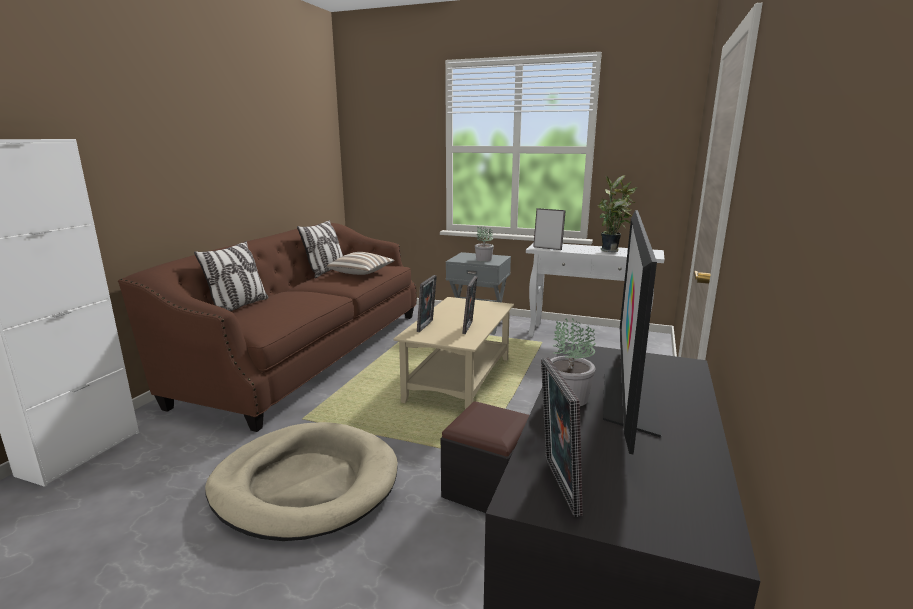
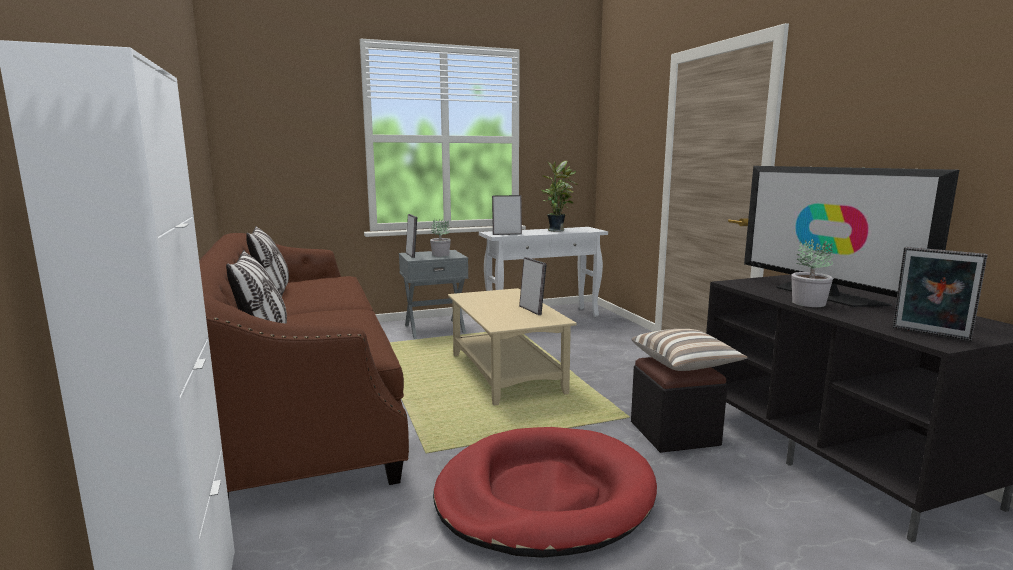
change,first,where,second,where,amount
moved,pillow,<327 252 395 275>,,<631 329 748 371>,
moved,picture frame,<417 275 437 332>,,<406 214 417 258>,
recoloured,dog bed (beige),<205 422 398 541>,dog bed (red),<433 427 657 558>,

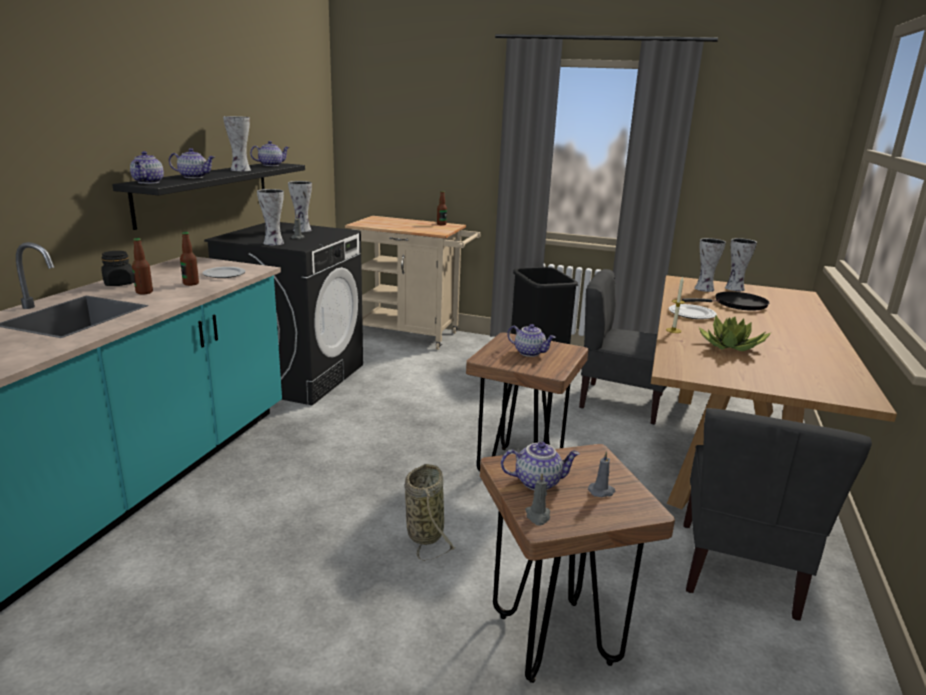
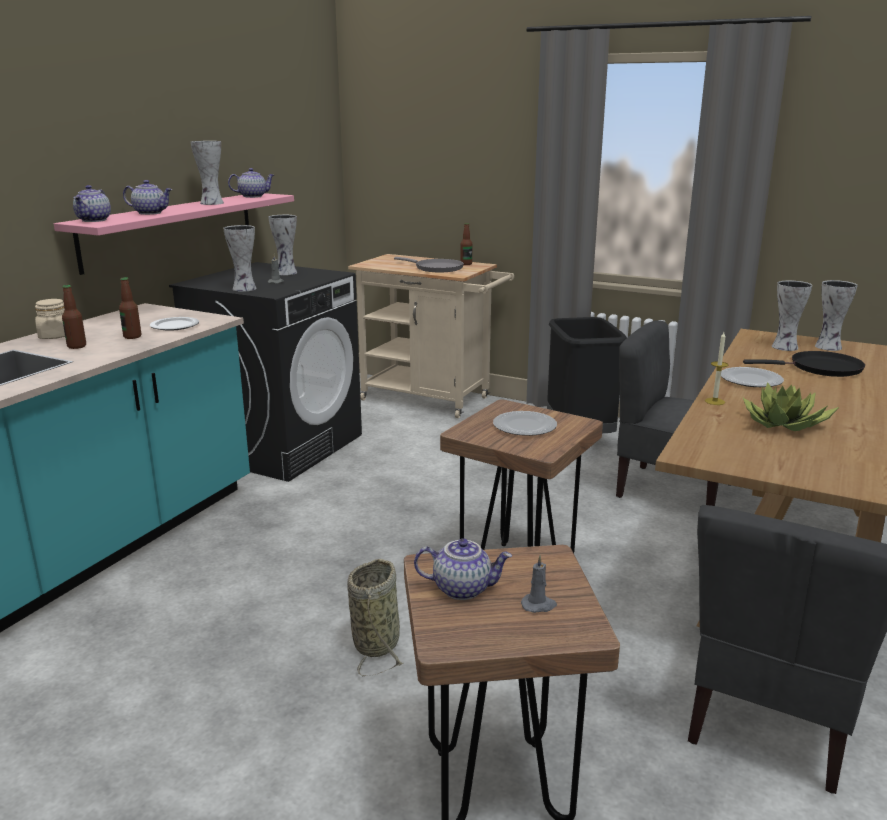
change,first,where,second,where,amount
removed,candle (grey),<525 473 550 525>,,,
added,,,frying pan (grey),<394 257 464 272>,
replaced,teapot,<507 324 556 357>,plate,<493 411 557 436>,
recoloured,jar (black),<101 251 134 286>,jar (beige),<35 299 65 339>,
recoloured,shelf (black),<112 163 305 230>,shelf (pink),<54 193 294 275>,

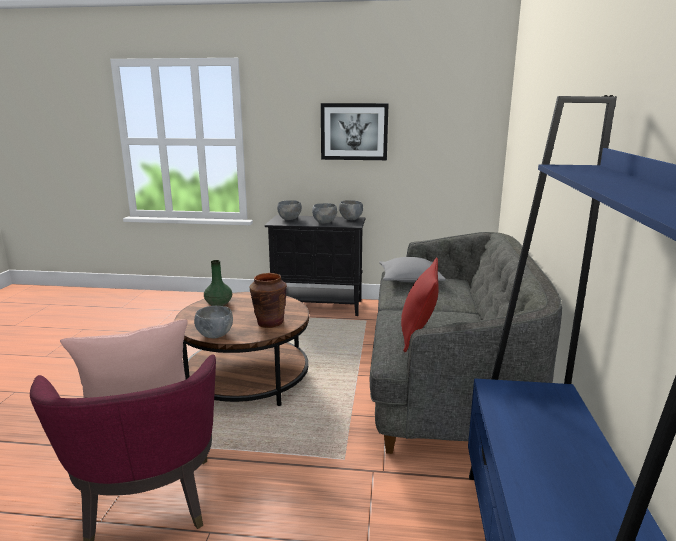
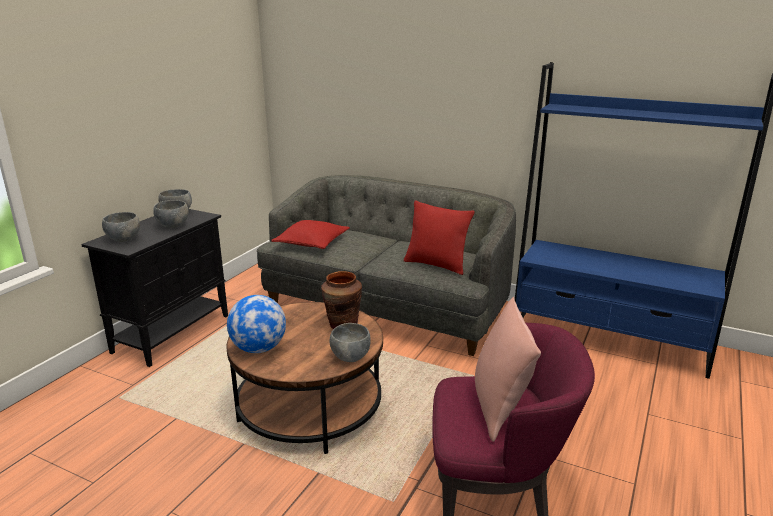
change,first,where,second,where,amount
removed,picture,<321 103 389 160>,,,
replaced,vase (green),<204 260 232 306>,globe,<227 295 286 353>,
recoloured,pillow (grey),<379 257 446 282>,pillow (red),<271 220 350 249>,

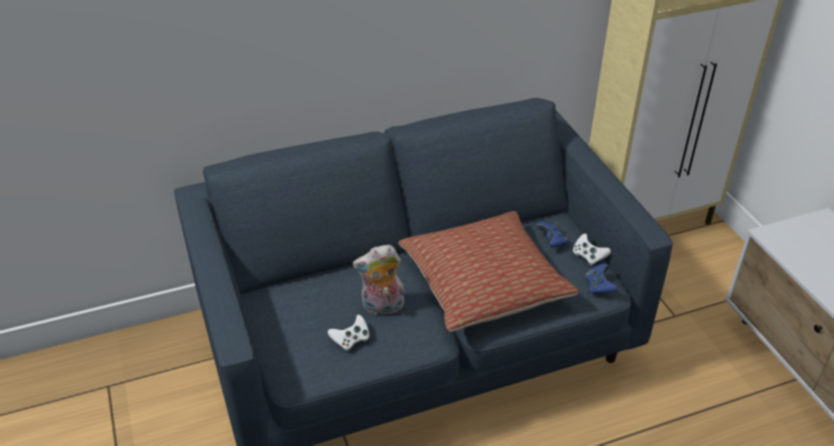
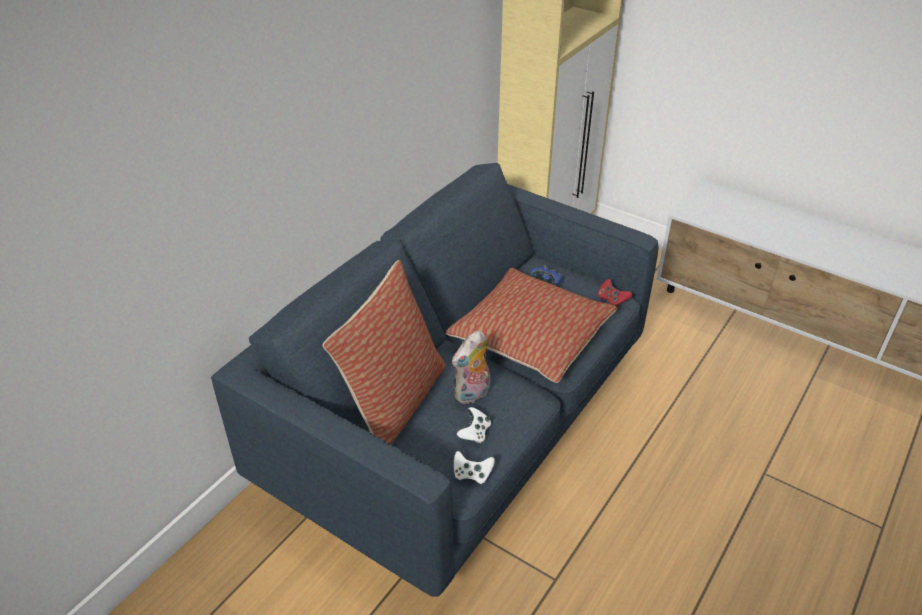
change,first,where,second,where,amount
added,,,pillow,<323 260 446 445>,
moved,game controller (white),<573 233 611 266>,,<454 451 495 484>,
recoloured,game controller (blue),<585 264 618 295>,game controller (red),<598 279 633 306>,

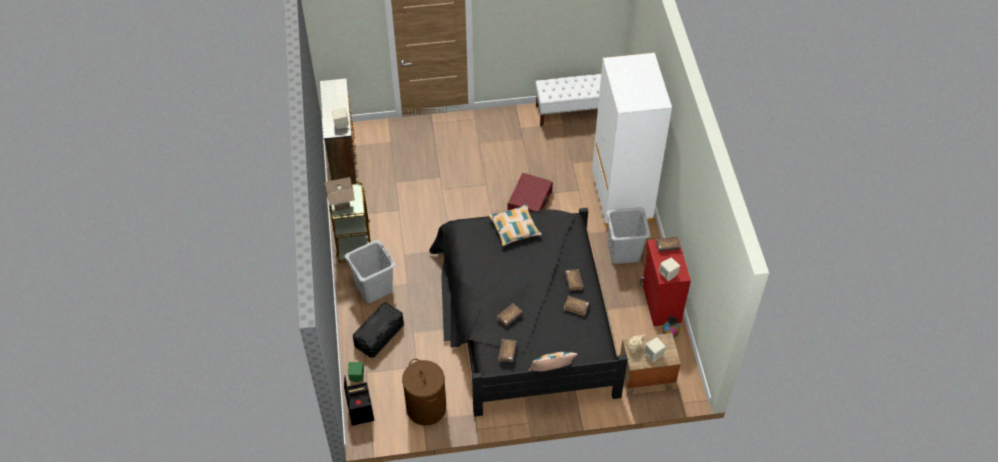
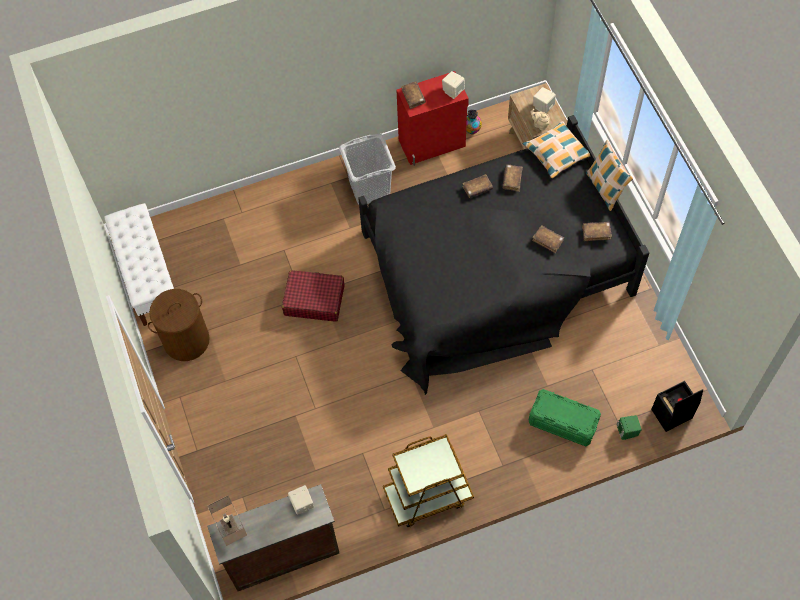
change,first,where,second,where,amount
removed,laundry basket (grey),<345 240 396 303>,,,
removed,wardrobe (white),<592 53 672 226>,,,
moved,table lamp (beige),<325 177 355 211>,,<207 496 247 546>,
moved,laundry basket (brown),<402 359 446 425>,,<148 289 210 361>,
moved,pillow,<489 204 542 246>,,<523 121 590 178>,
recoloured,storage box (black),<353 303 404 358>,storage box (green),<529 389 601 447>,

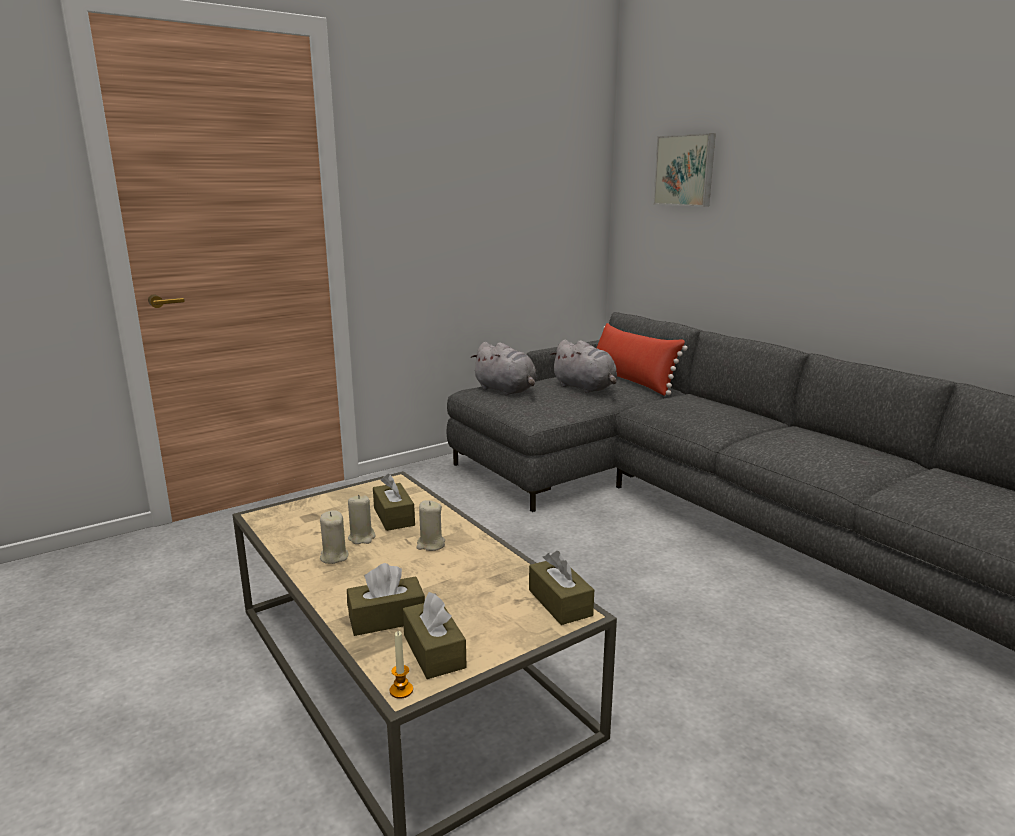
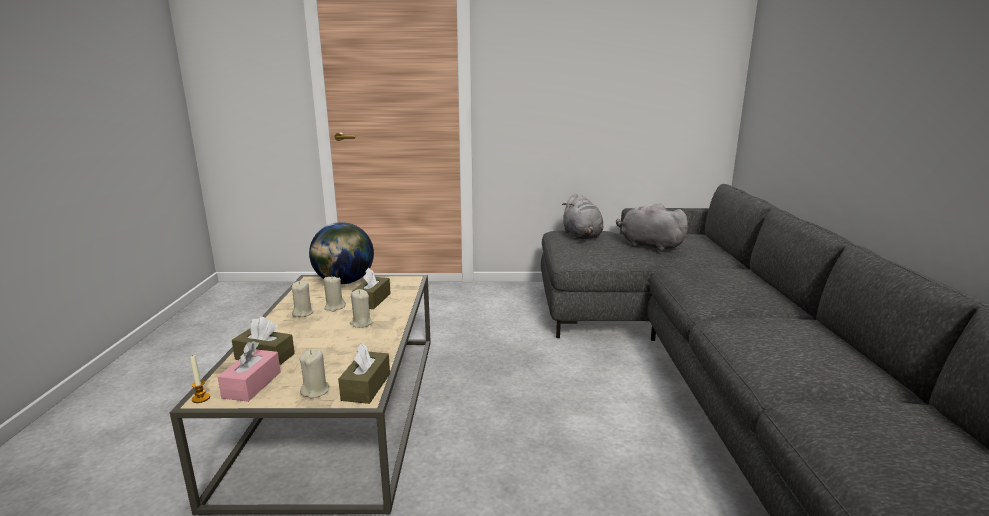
change,first,where,second,where,amount
removed,pillow (red),<597 323 688 396>,,,
removed,picture,<653 133 716 207>,,,
added,,,candle (beige),<300 349 329 398>,
added,,,globe,<309 222 374 284>,
recoloured,tissue box (brown),<403 592 467 679>,tissue box (pink),<218 341 281 402>,
turned,plush toy (grey),<550 340 617 393>,,<616 203 690 252>,135 degrees clockwise

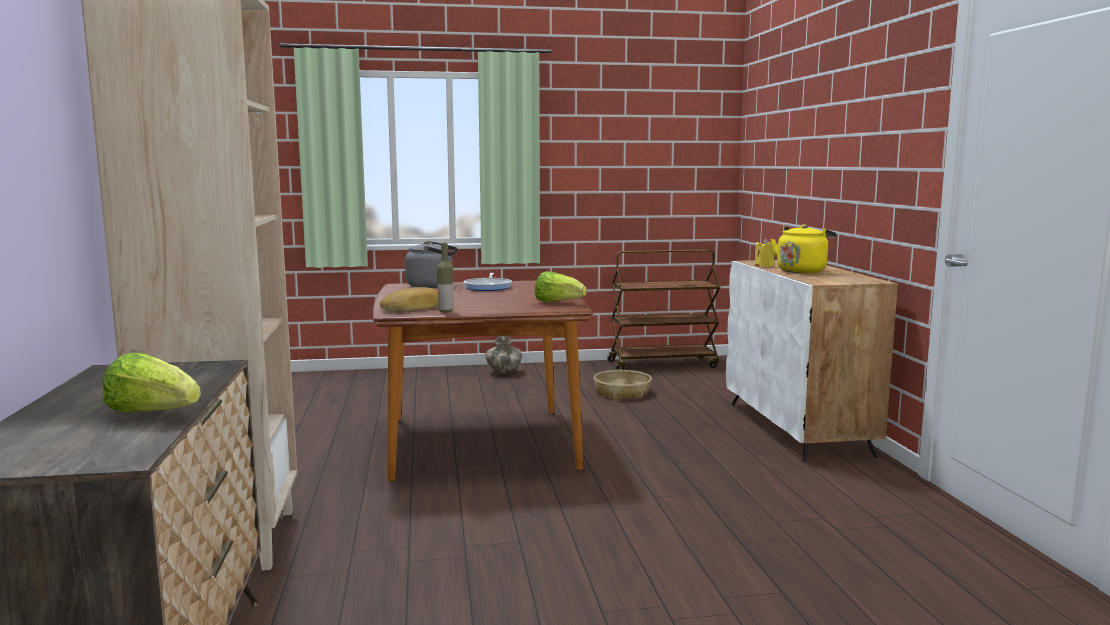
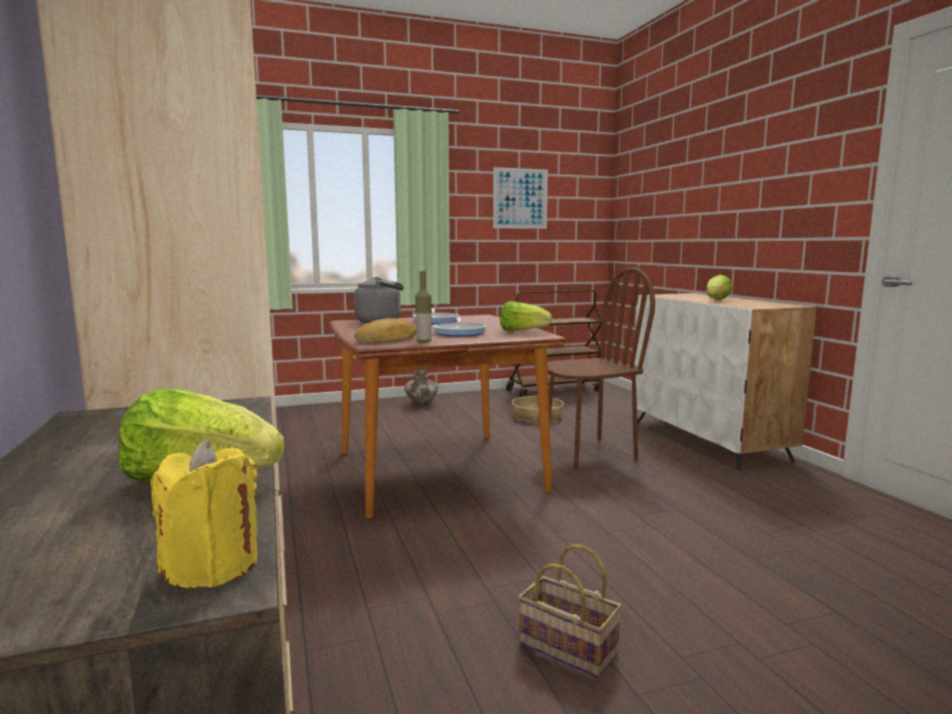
change,first,where,second,where,amount
added,,,frying pan,<433 317 486 337>,
added,,,picture,<493 167 548 229>,
added,,,basket,<518 544 622 678>,
added,,,chair (brown),<547 267 655 469>,
moved,candle (yellow),<755 238 775 267>,,<151 439 258 588>,
replaced,kettle (yellow),<771 224 836 274>,lettuce,<706 275 733 300>,

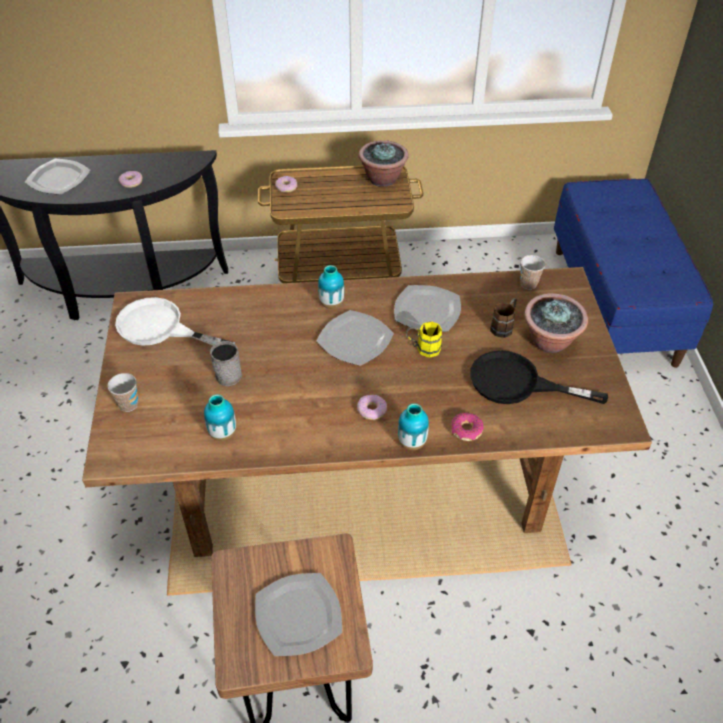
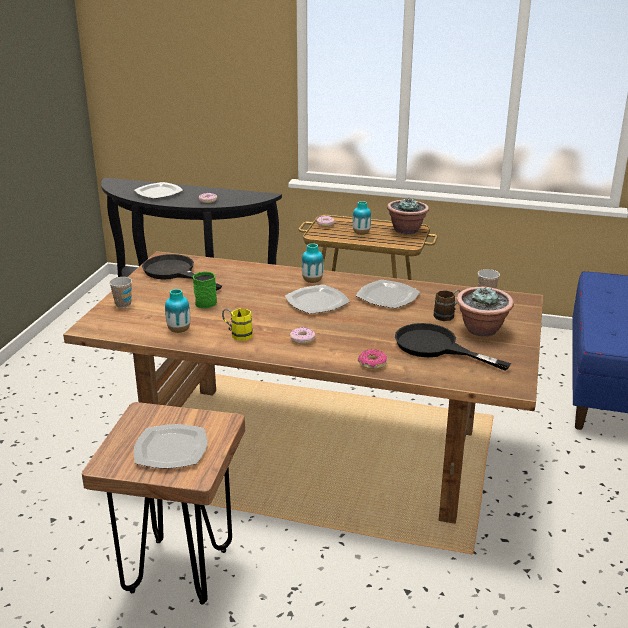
change,first,where,second,where,amount
moved,vase,<398 403 429 450>,,<353 201 371 235>,
moved,mug (yellow),<406 321 442 358>,,<222 309 253 341>,
recoloured,frying pan (white),<115 297 235 346>,frying pan (black),<142 254 222 291>,
recoloured,mug (grey),<210 341 242 386>,mug (green),<193 272 217 308>,

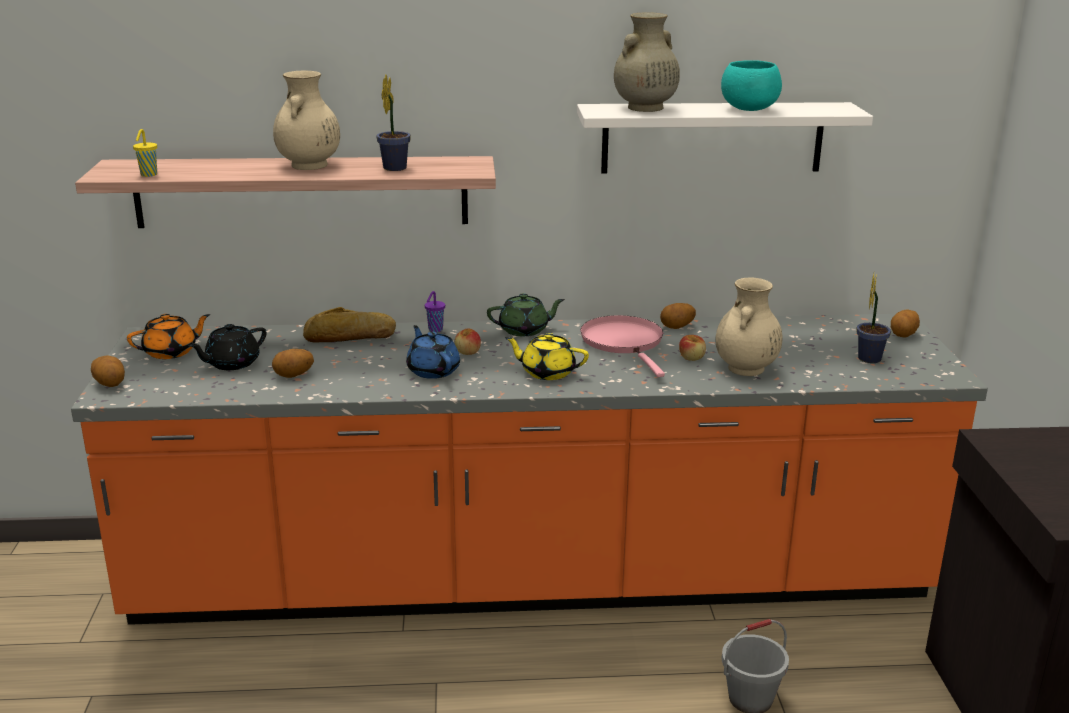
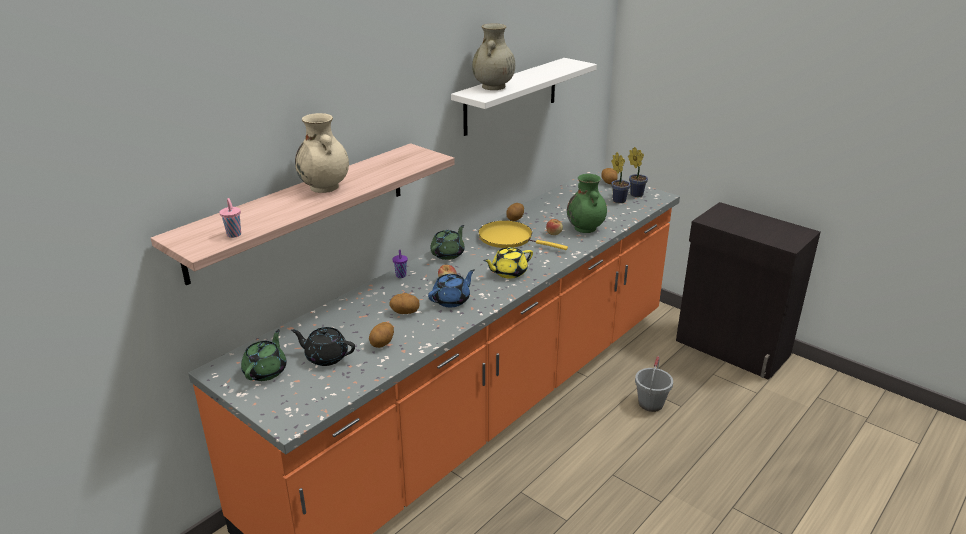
change,first,where,second,where,amount
removed,bread,<303 307 396 343>,,,
removed,bowl (turquoise),<721 60 782 111>,,,
moved,potato,<91 355 125 387>,,<389 293 419 314>,
moved,potted plant,<376 75 411 171>,,<628 147 648 197>,
recoloured,teapot (orange),<127 314 210 359>,teapot (green),<241 329 287 381>,
recoloured,cup (yellow),<133 129 157 177>,cup (pink),<219 198 241 238>,
recoloured,frying pan (pink),<580 315 665 377>,frying pan (yellow),<478 221 568 250>,
recoloured,vase (beige),<715 278 783 376>,vase (green),<567 174 607 233>,
turned,teapot (black),<188 324 267 370>,,<291 327 355 366>,105 degrees clockwise
turned,teapot (blue),<406 325 460 379>,,<428 269 475 307>,120 degrees clockwise

